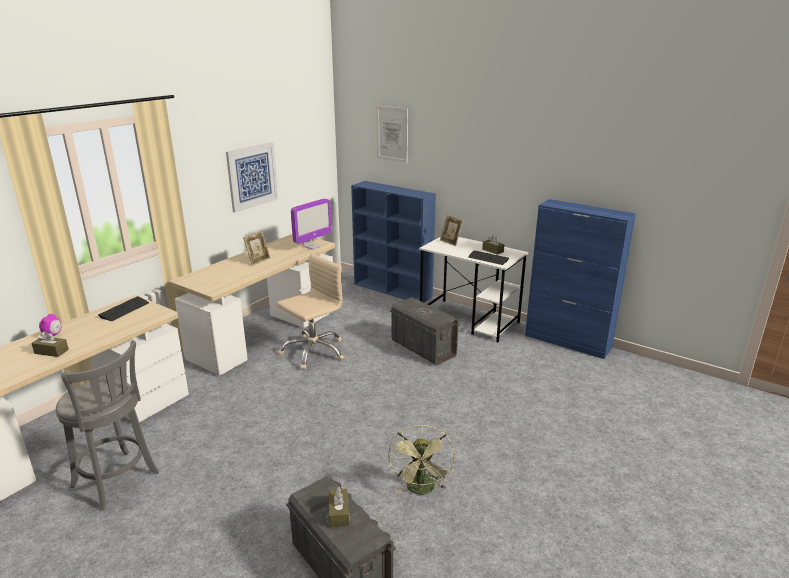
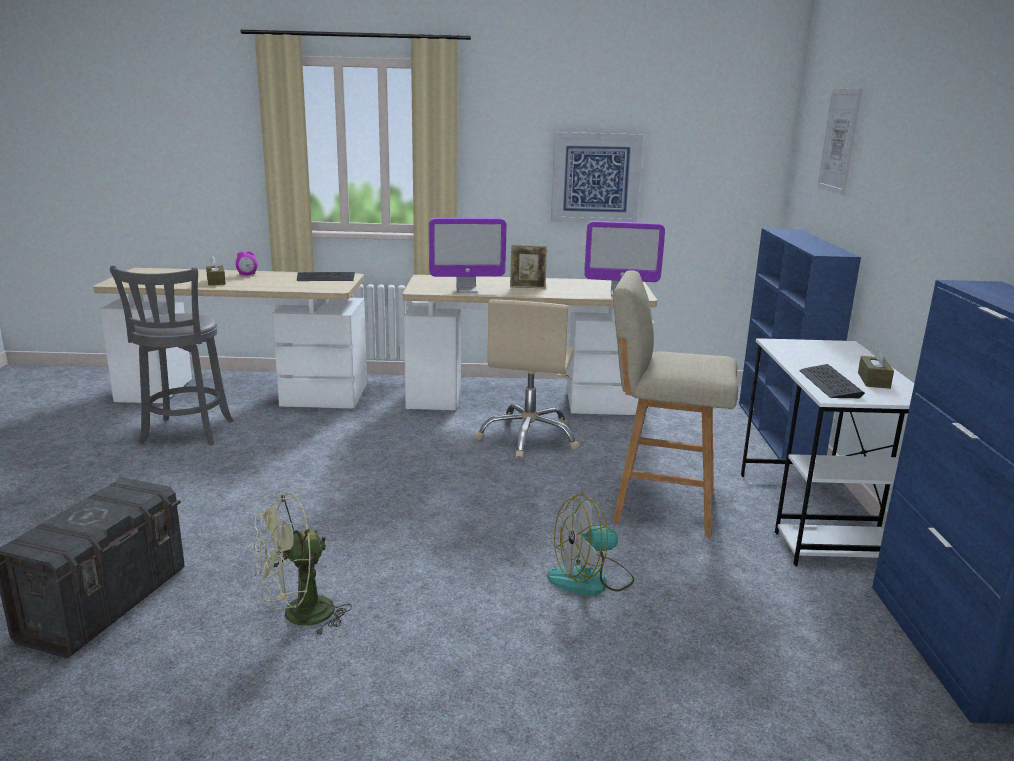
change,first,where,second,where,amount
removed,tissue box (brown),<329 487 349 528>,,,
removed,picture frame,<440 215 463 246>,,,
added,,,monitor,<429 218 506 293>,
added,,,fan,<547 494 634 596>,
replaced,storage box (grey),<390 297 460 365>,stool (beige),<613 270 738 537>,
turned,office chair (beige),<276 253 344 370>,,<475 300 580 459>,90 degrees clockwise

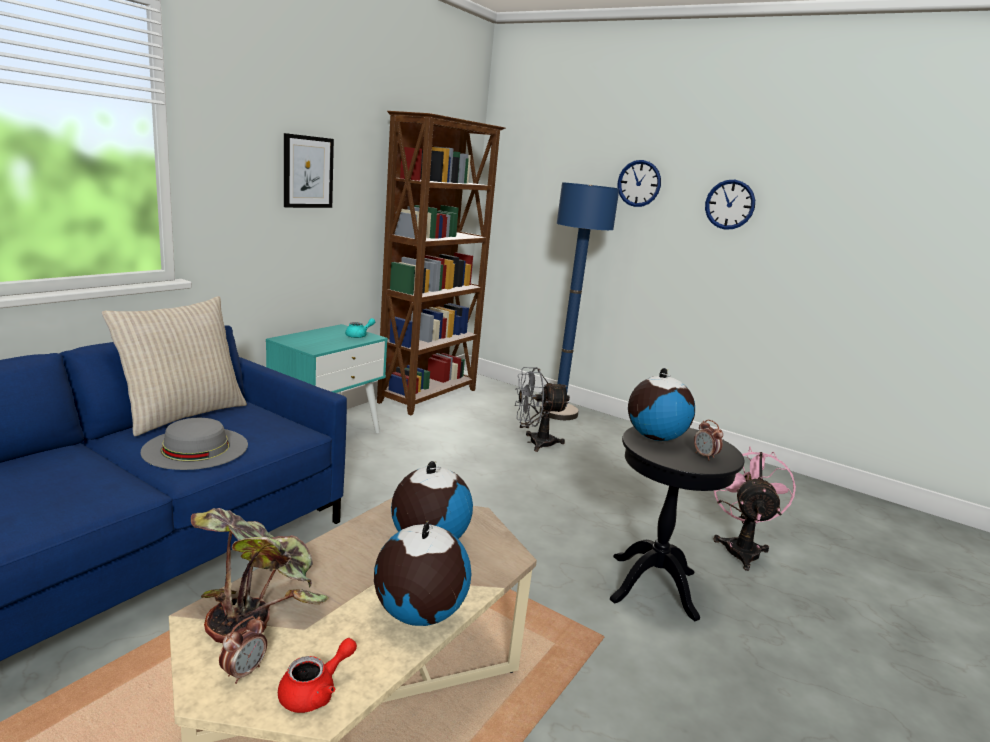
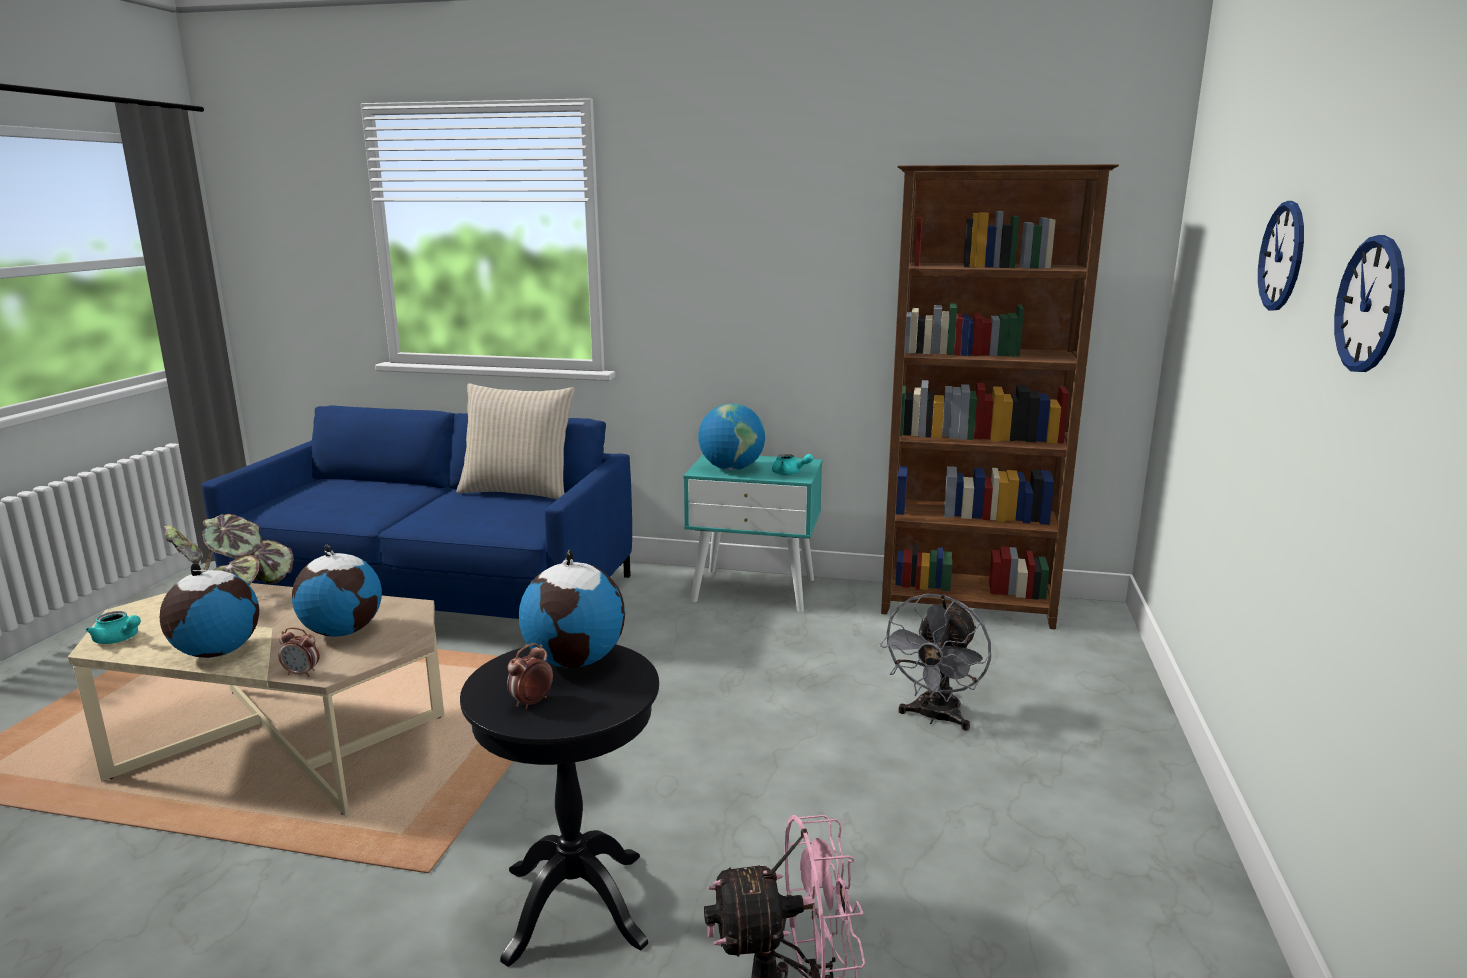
change,first,where,second,where,amount
removed,hat (grey),<141 418 248 470>,,,
removed,picture,<284 133 334 208>,,,
removed,floor lamp (blue),<540 182 619 420>,,,
added,,,globe,<698 403 765 470>,
moved,alarm clock,<219 616 267 684>,,<278 627 320 677>,
recoloured,teapot (red),<278 638 357 713>,teapot (turquoise),<86 611 141 644>,
turned,fan (grey),<515 367 570 452>,,<880 594 991 731>,120 degrees counterclockwise

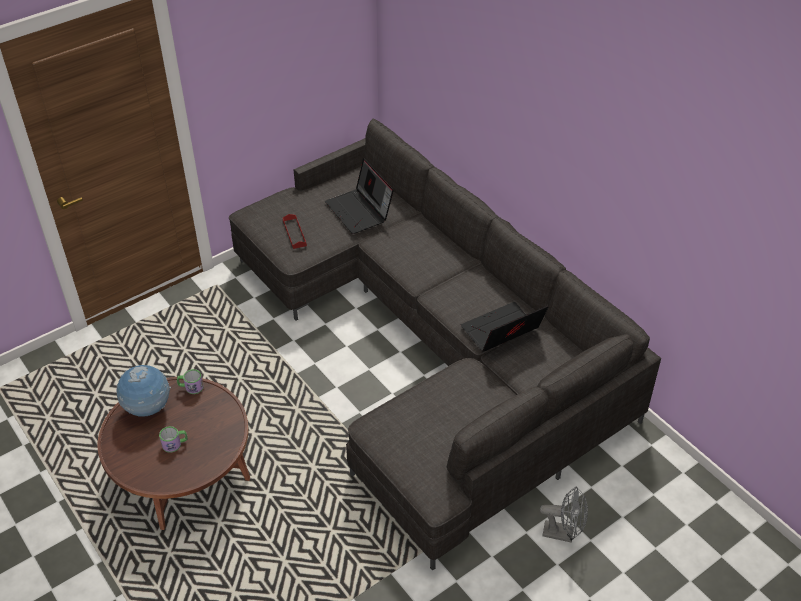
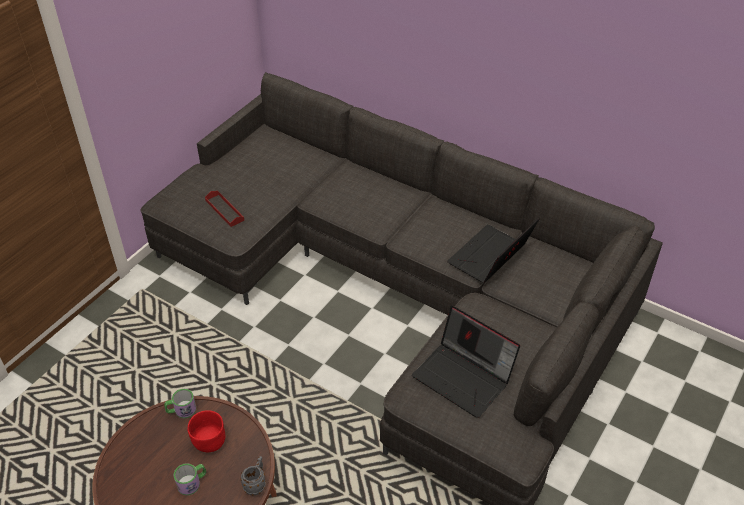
change,first,where,second,where,amount
removed,globe,<116 365 171 417>,,,
removed,fan (grey),<540 486 588 543>,,,
added,,,bowl (red),<188 410 225 452>,
added,,,mug (grey),<241 456 266 495>,
moved,laptop,<325 158 394 234>,,<412 306 520 418>,

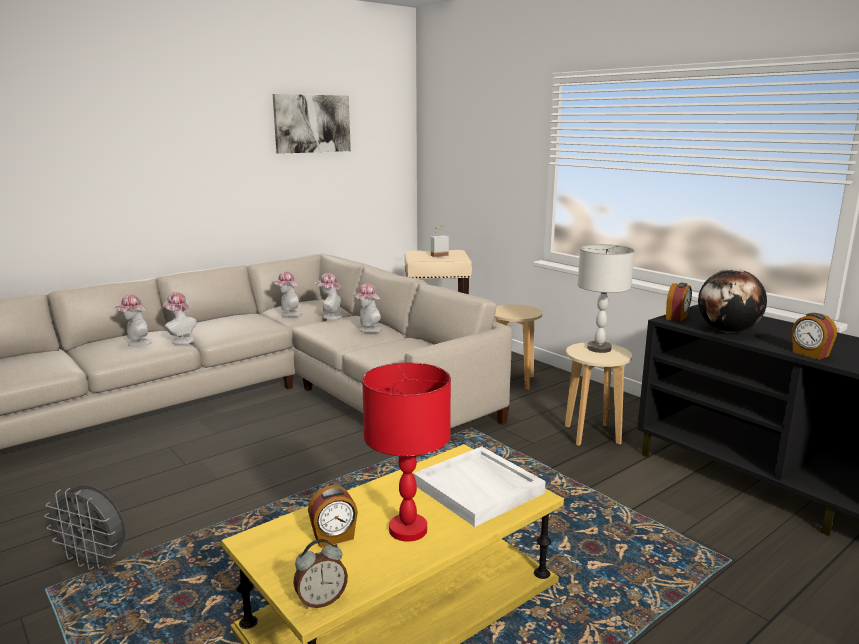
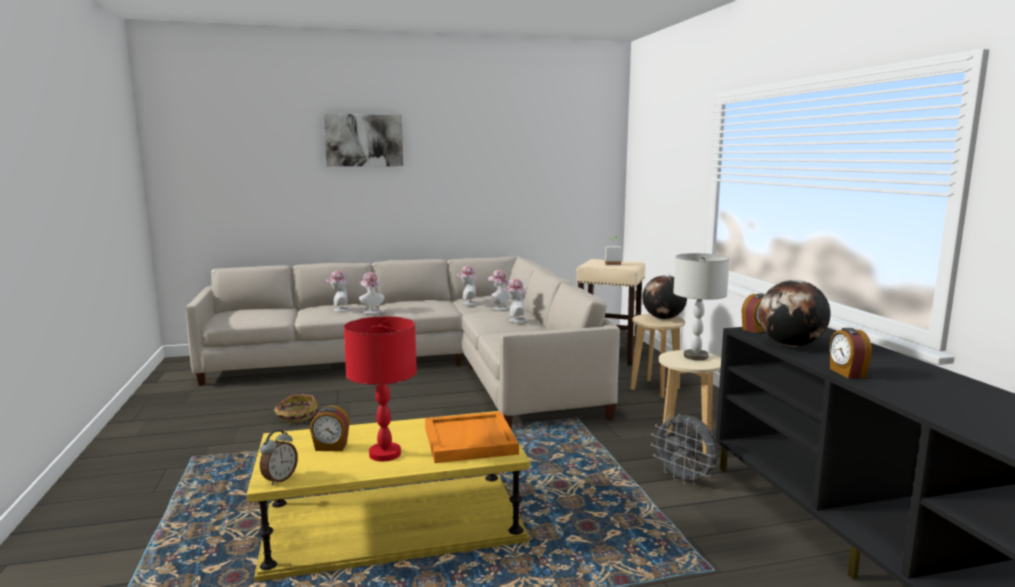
change,first,where,second,where,amount
added,,,basket,<274 394 318 423>,
added,,,globe,<642 275 687 319>,
moved,fan (grey),<44 485 126 570>,,<651 414 718 485>,
moved,picture,<273 94 351 154>,,<323 114 403 166>,
recoloured,tray (white),<413 446 546 527>,tray (orange),<425 412 519 463>,
turned,alarm clock,<293 539 348 609>,,<260 430 298 485>,60 degrees counterclockwise

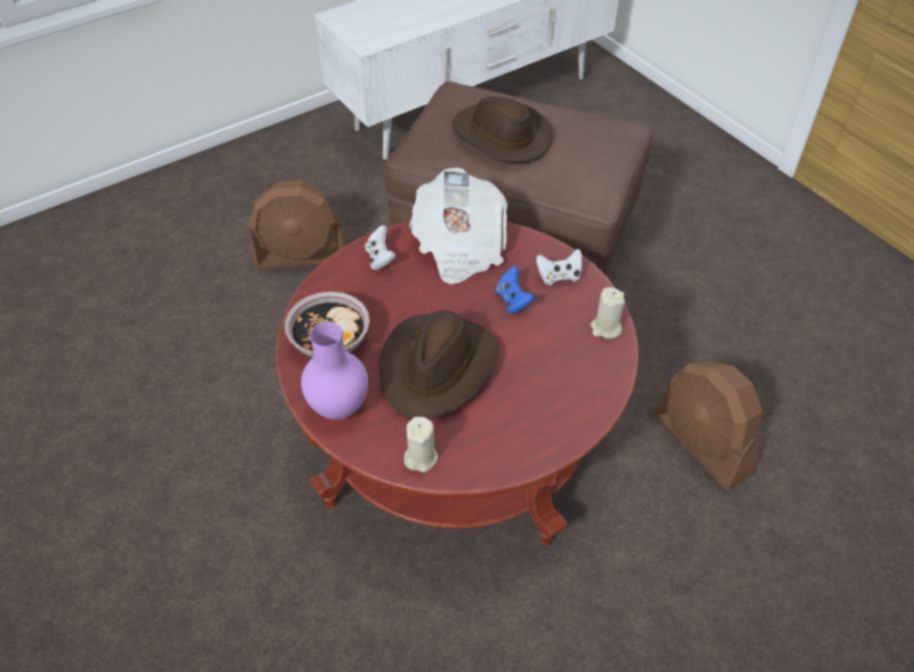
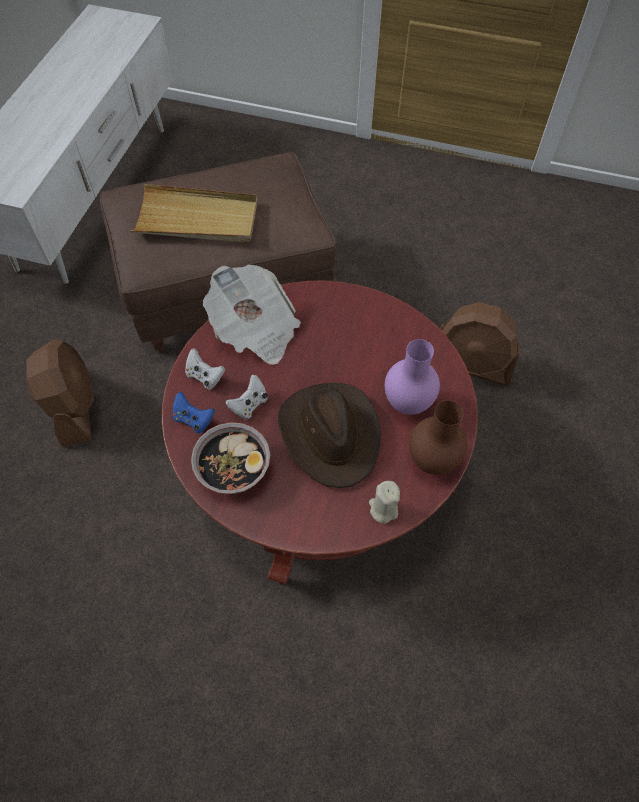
change,first,where,second,where,amount
removed,candle (beige),<590 287 625 339>,,,
added,,,vase (brown),<409 400 468 475>,
moved,vase (purple),<301 322 368 419>,,<385 339 440 415>,
moved,game controller (blue),<496 266 535 314>,,<173 392 215 433>,
moved,game controller (white),<536 249 582 285>,,<226 375 268 420>,
replaced,hat (brown),<452 97 552 163>,tray (beige),<130 184 258 243>,
turned,fan (brown),<249 180 346 269>,,<26 339 94 447>,60 degrees counterclockwise

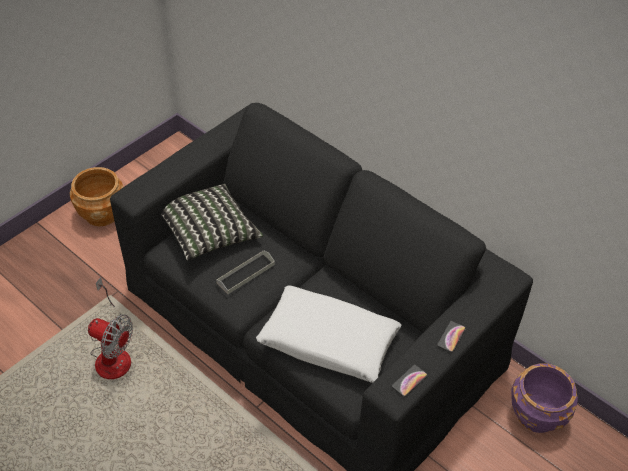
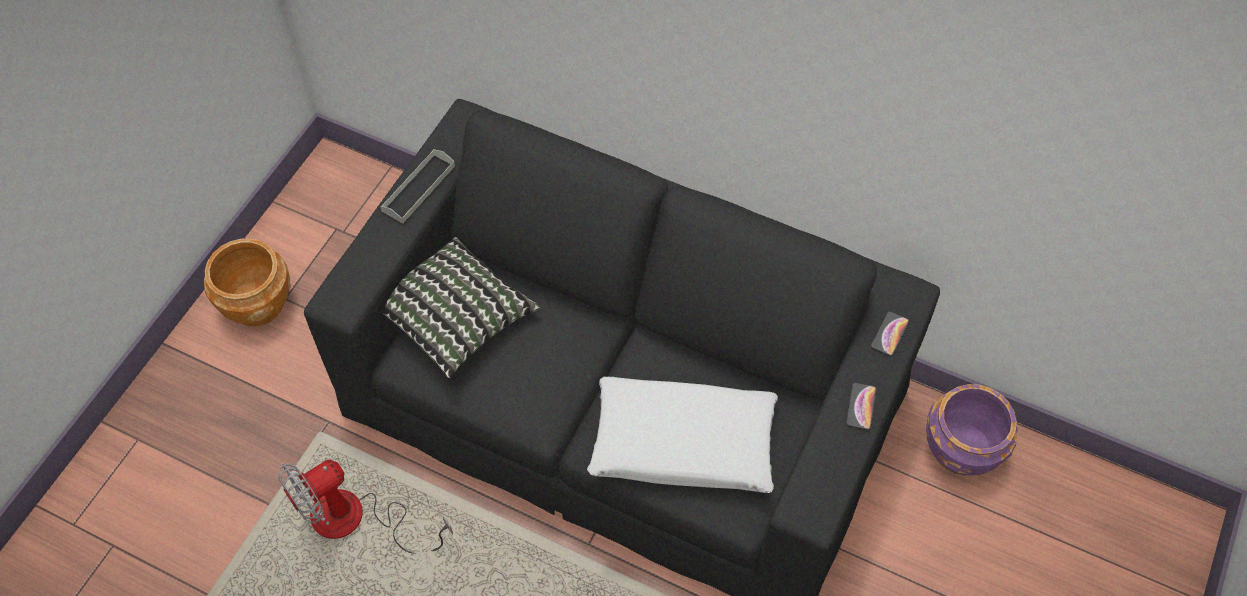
change,first,where,second,where,amount
moved,tray (grey),<216 250 275 294>,,<380 149 455 223>,
moved,phone,<392 365 428 397>,,<871 311 909 356>,
turned,fan,<88 277 133 379>,,<278 460 453 554>,135 degrees clockwise

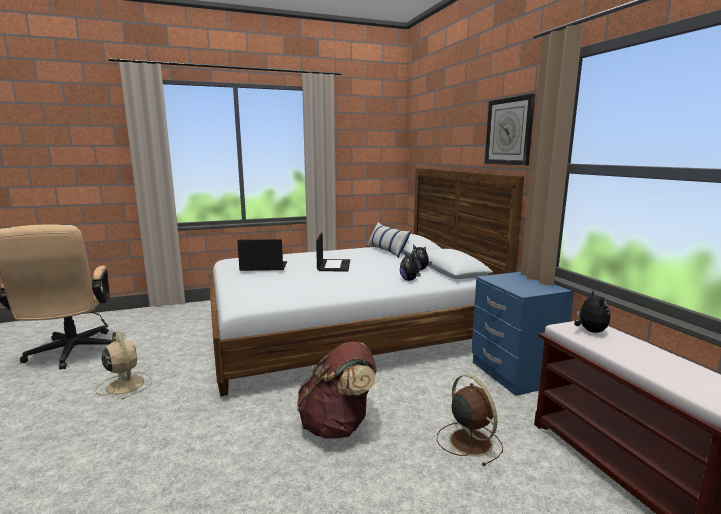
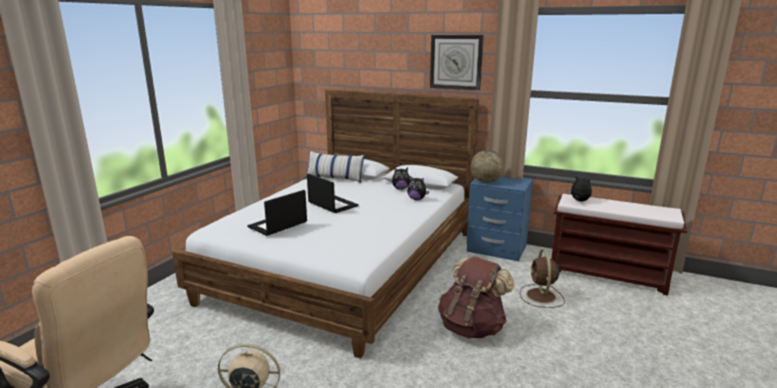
change,first,where,second,where,amount
added,,,globe,<471 150 504 183>,
turned,fan (brown),<437 375 503 466>,,<520 249 565 308>,105 degrees counterclockwise

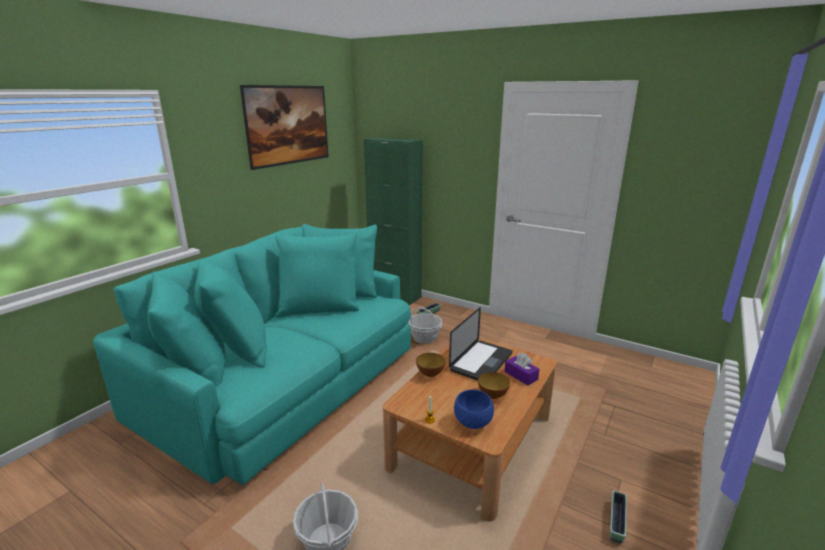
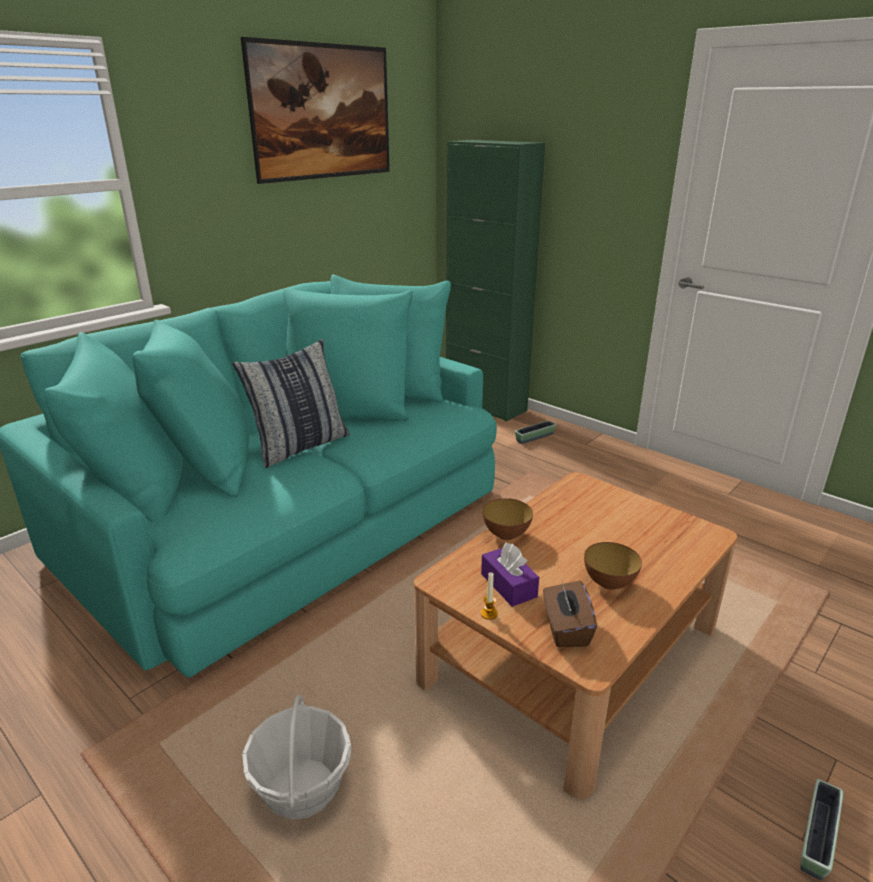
change,first,where,second,where,amount
removed,basket,<408 307 442 343>,,,
removed,laptop,<449 307 513 381>,,,
added,,,pillow,<232 339 350 468>,
moved,tissue box (purple),<505 353 539 385>,,<481 543 539 607>,
replaced,bowl (blue),<454 389 494 429>,tissue box (brown),<543 581 597 647>,

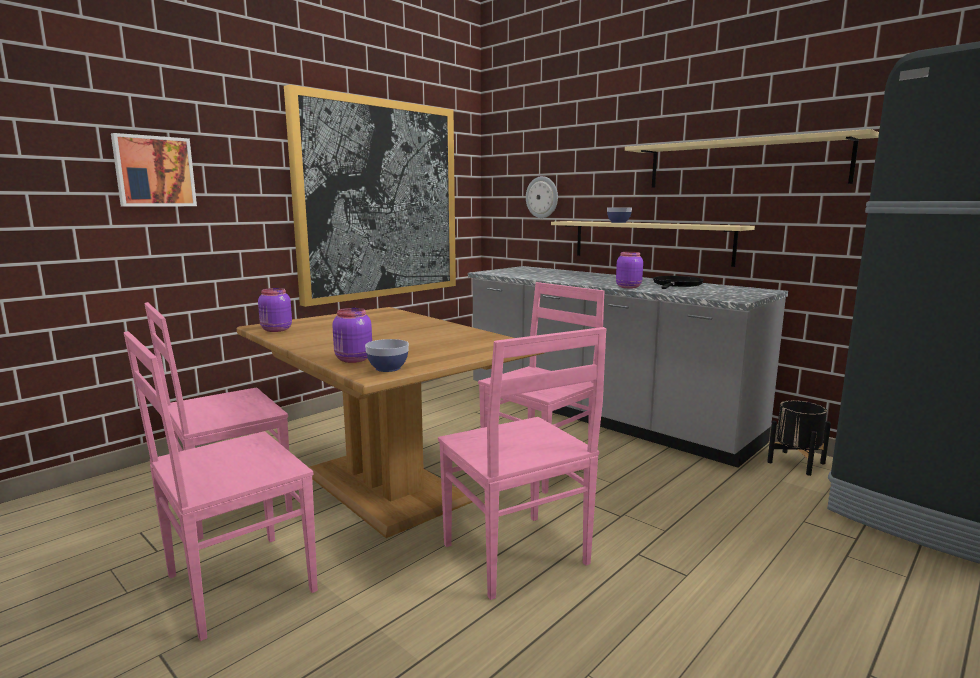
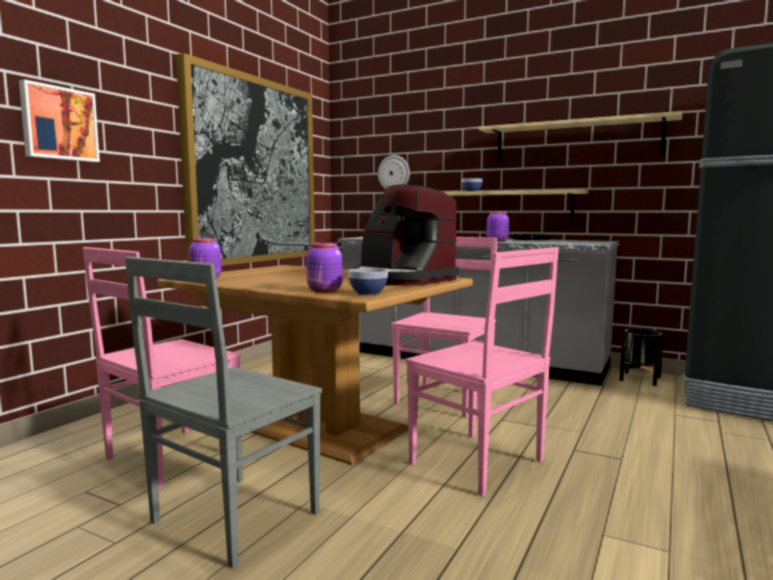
change,first,where,second,where,amount
added,,,coffee machine,<353 185 459 286>,
recoloured,chair (pink),<124 331 318 641>,chair (grey),<125 257 322 569>,

